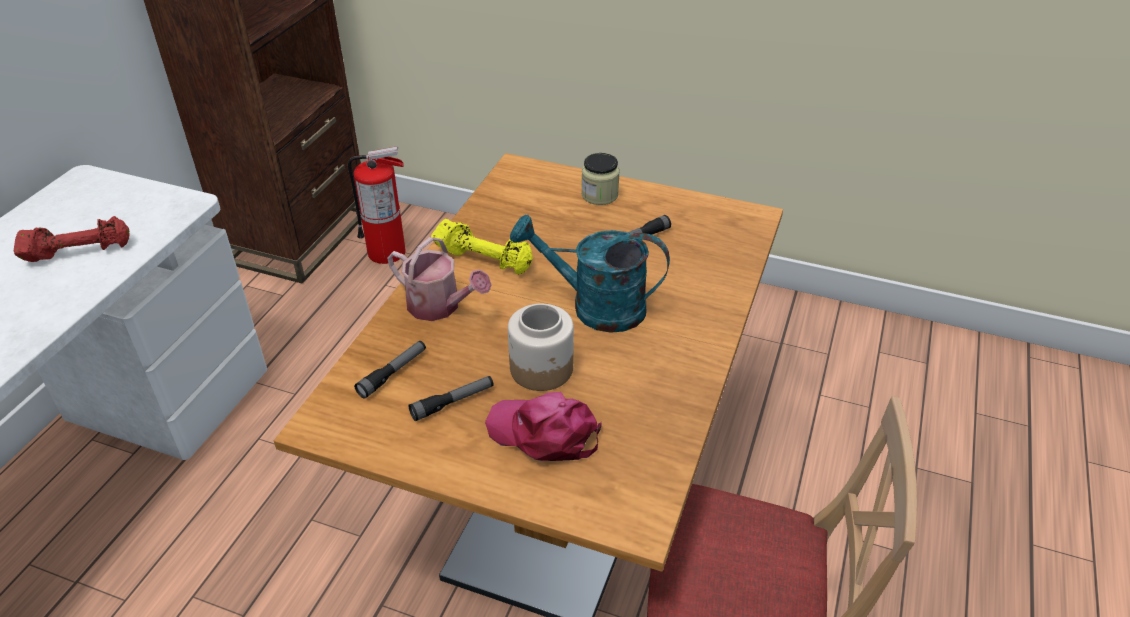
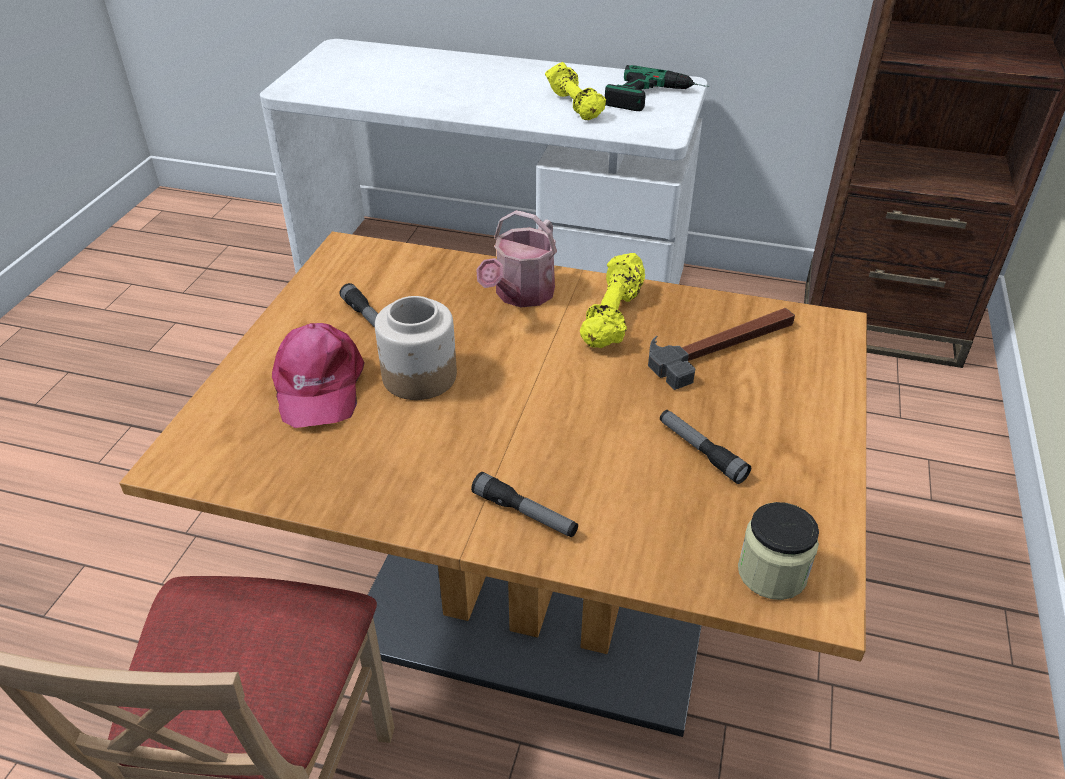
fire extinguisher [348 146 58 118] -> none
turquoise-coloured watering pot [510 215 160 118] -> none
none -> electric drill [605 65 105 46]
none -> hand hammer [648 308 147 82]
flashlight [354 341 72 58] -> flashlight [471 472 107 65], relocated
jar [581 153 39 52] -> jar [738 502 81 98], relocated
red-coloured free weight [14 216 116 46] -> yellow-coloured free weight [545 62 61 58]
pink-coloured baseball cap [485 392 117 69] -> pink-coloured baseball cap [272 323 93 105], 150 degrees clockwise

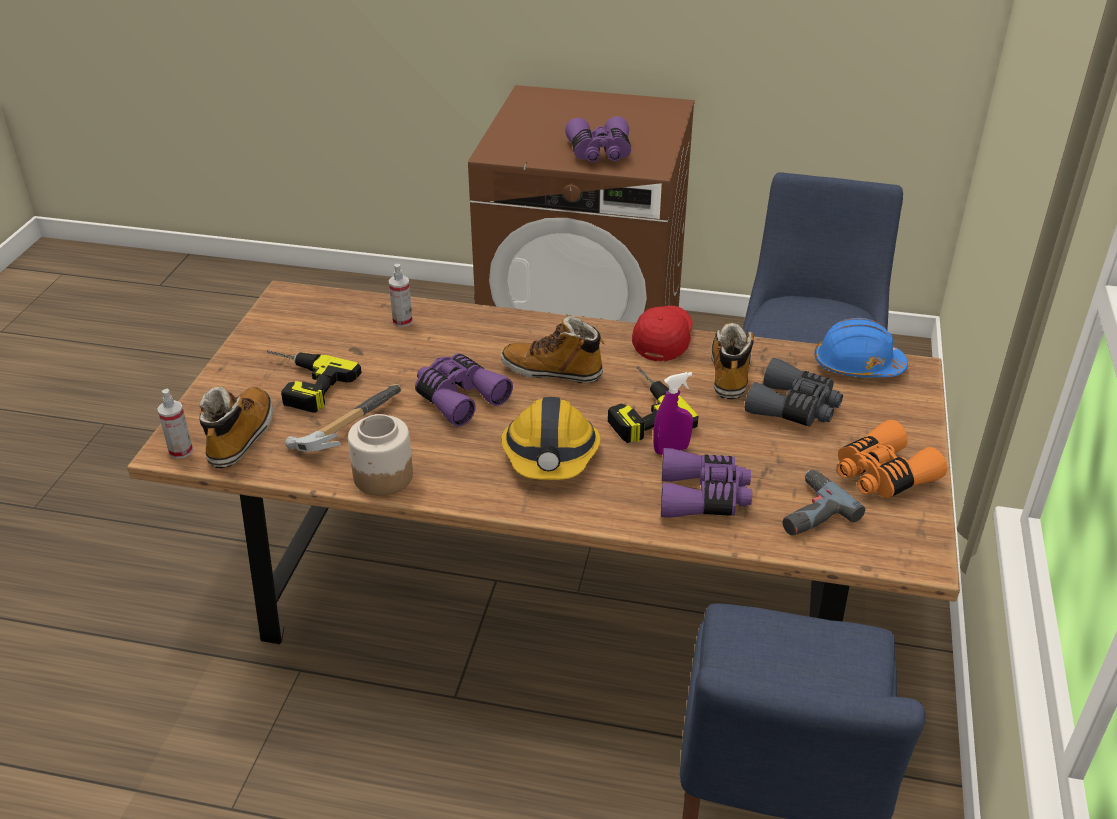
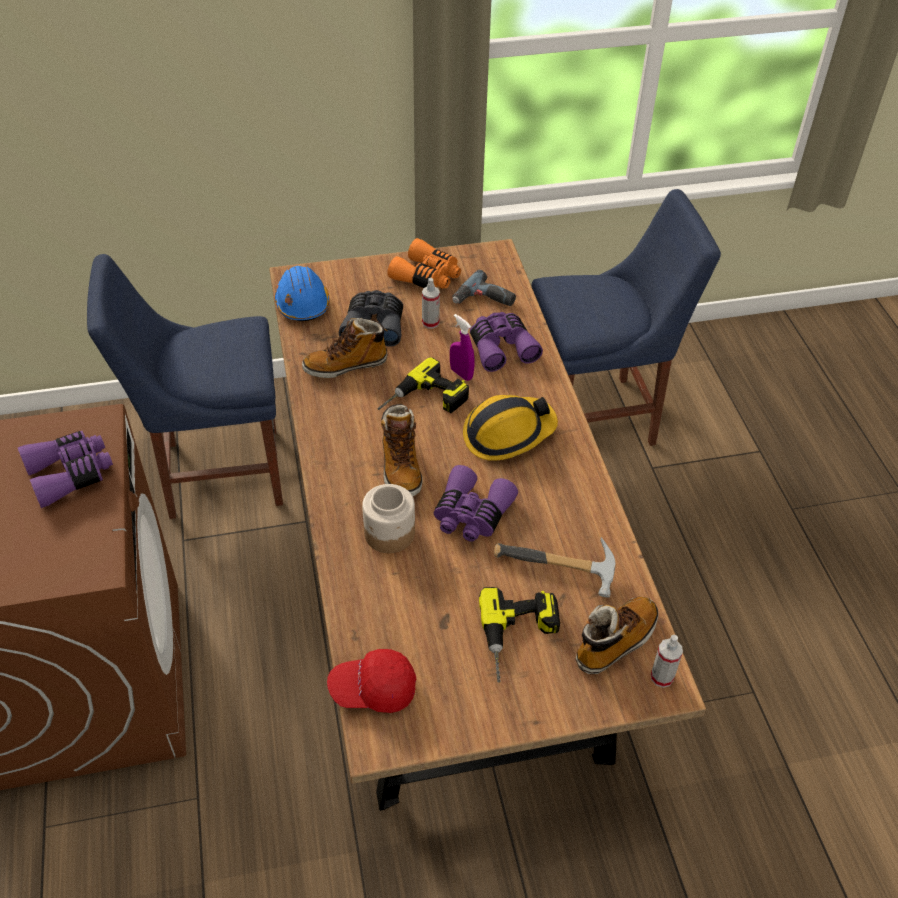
jar [348 414 65 82] -> jar [362 484 53 69], relocated
spray bottle [389 264 24 63] -> spray bottle [422 278 18 50], relocated
red-coloured baseball cap [632 305 61 57] -> red-coloured baseball cap [327 649 89 64], relocated
tall boot [199 386 74 82] -> tall boot [576 597 83 77], 150 degrees clockwise

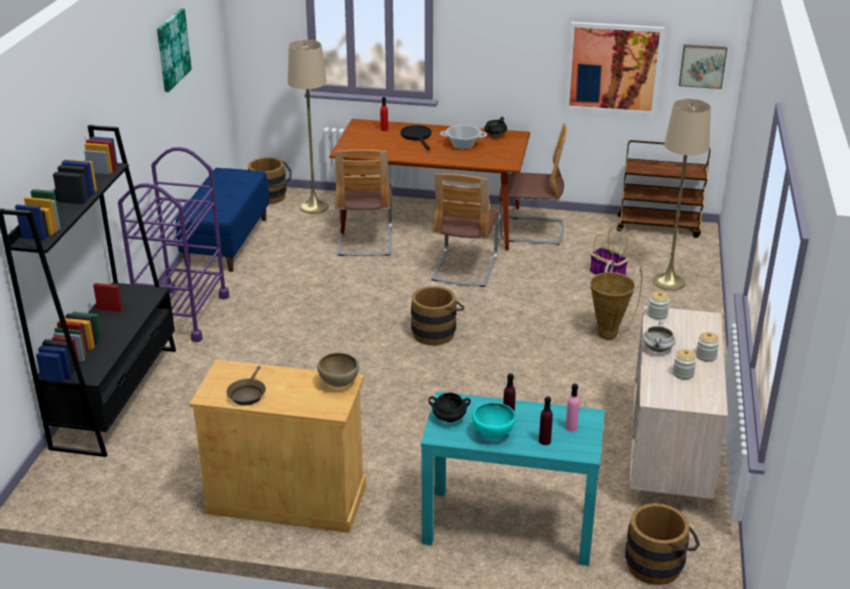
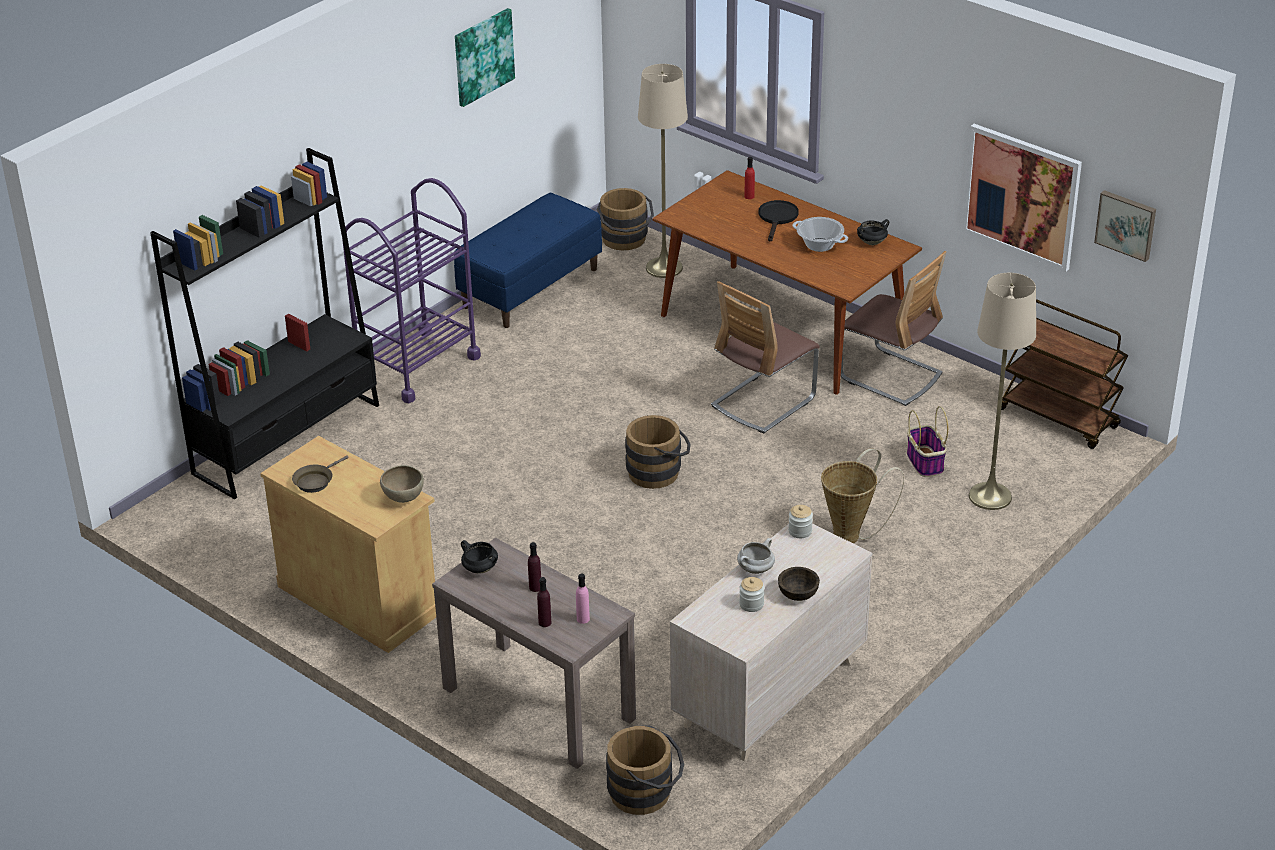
chair [335 150 57 106] -> none
turquoise-coloured bowl [472 403 44 36] -> none
jar [696 332 24 30] -> brownish bowl [778 567 42 34]
turquoise-coloured narrow table [421 391 184 175] -> brownish narrow table [432 538 204 231]

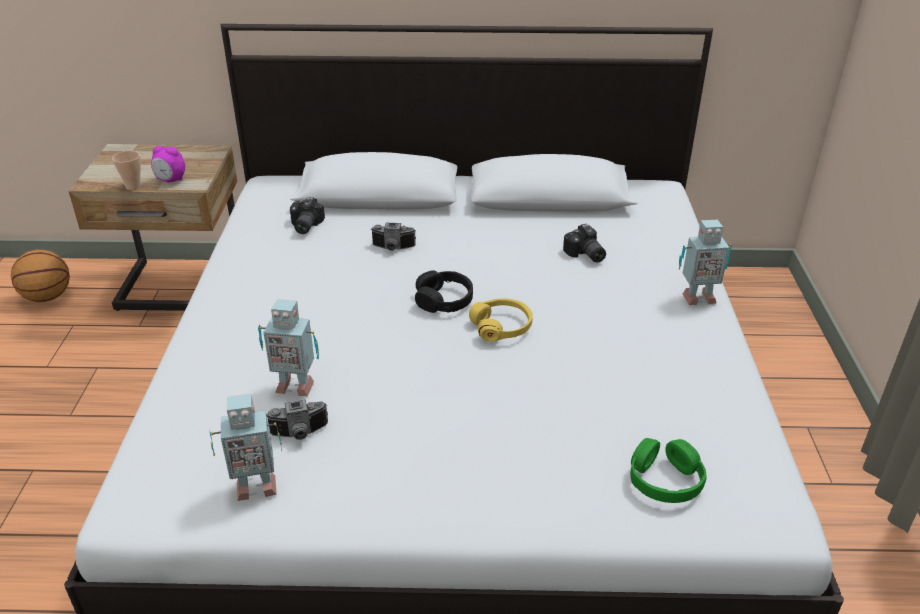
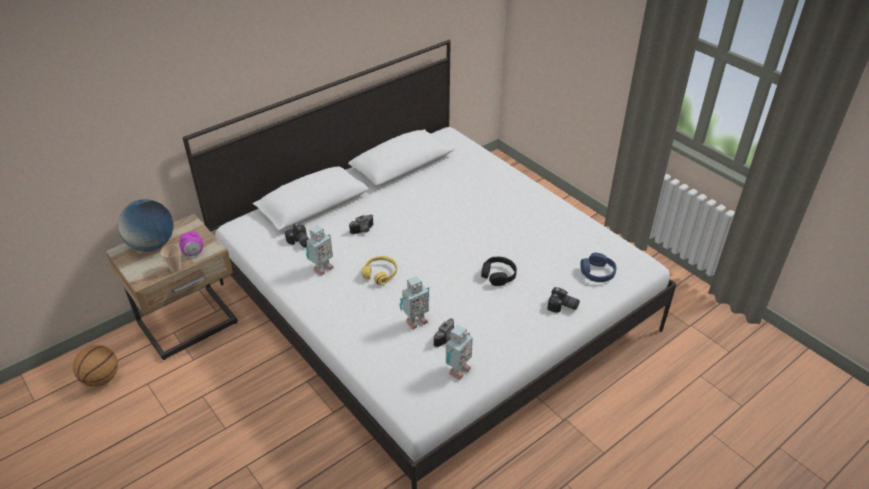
none -> world globe [118 199 56 52]
black-coloured headphones [415 270 58 43] -> black-coloured headphones [481 257 36 29], relocated
yellow-coloured headphones [469 298 64 44] -> yellow-coloured headphones [362 256 35 29], relocated
photo camera [563 224 43 39] -> photo camera [547 287 33 26], relocated
toy robot [679 220 53 85] -> toy robot [306 225 28 51], relocated
green headphones [630 438 77 65] -> blue headphones [580 253 36 29]

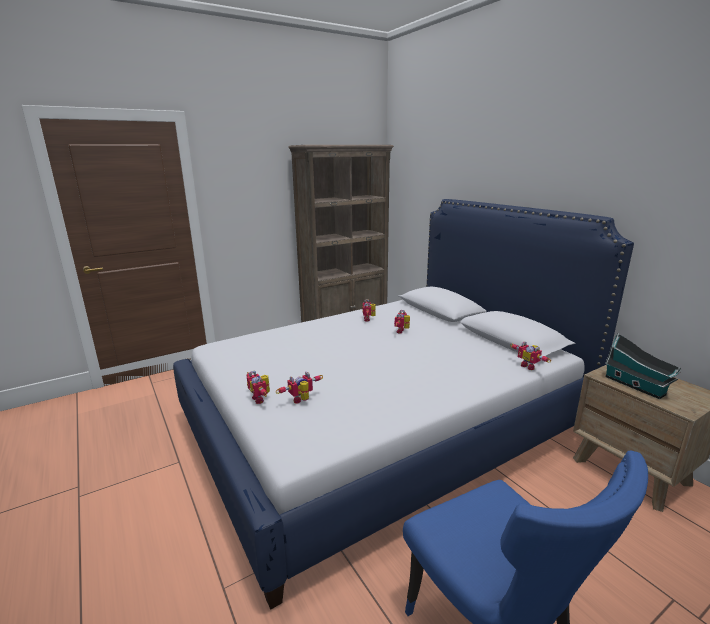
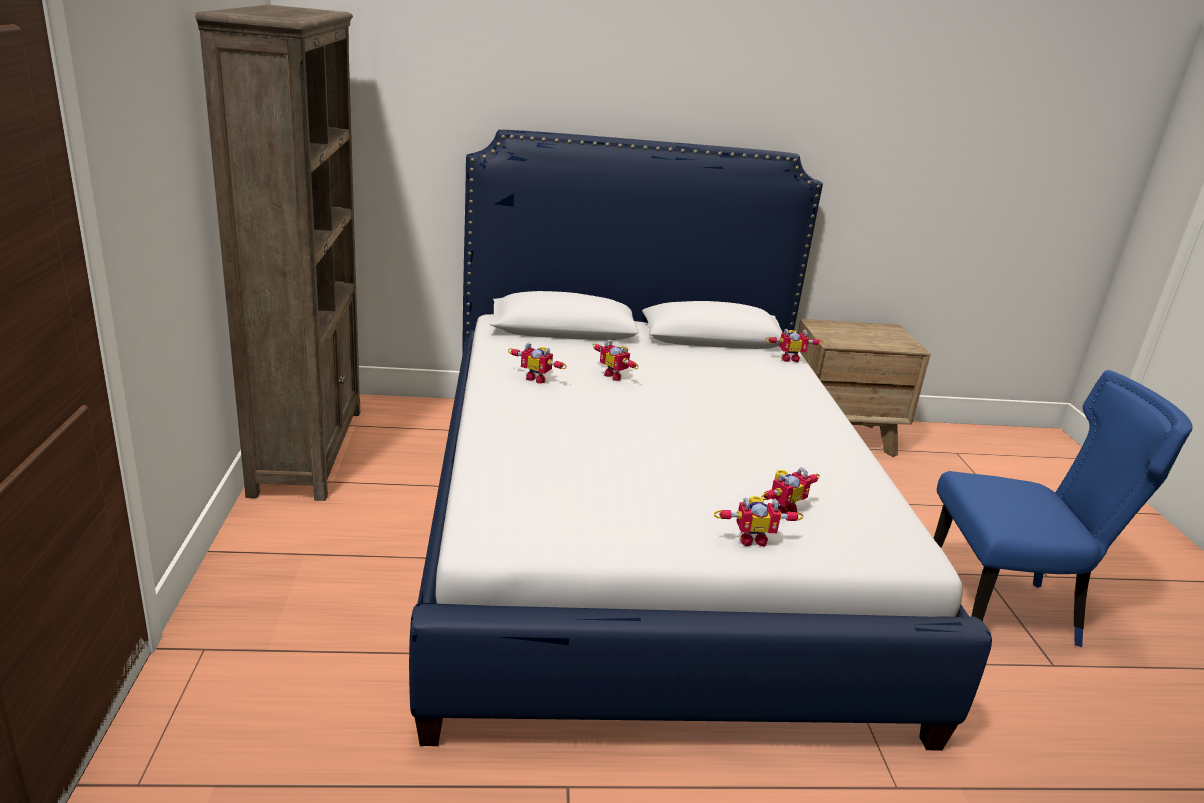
toy house [605 333 77 66] -> none
toy robot [276 372 47 31] -> toy robot [761 467 59 47], 120 degrees counterclockwise

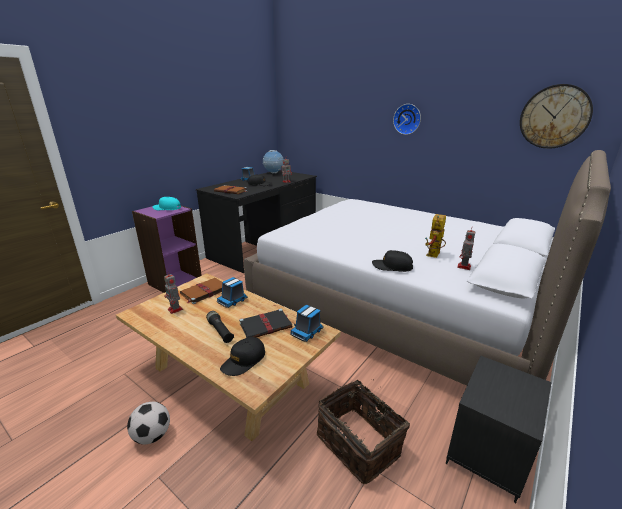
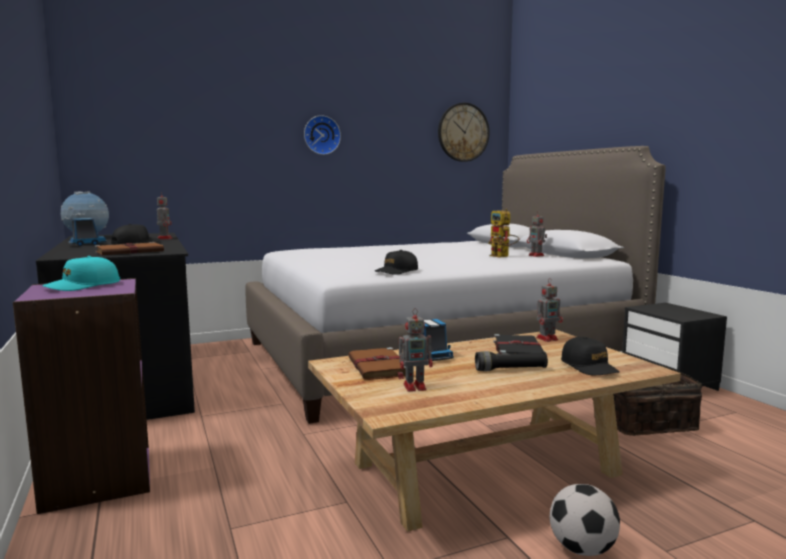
black-coloured baseball cap [372 250 41 22] -> black-coloured baseball cap [375 250 43 25], relocated
toy truck [290 305 34 37] -> toy robot [536 278 27 64]

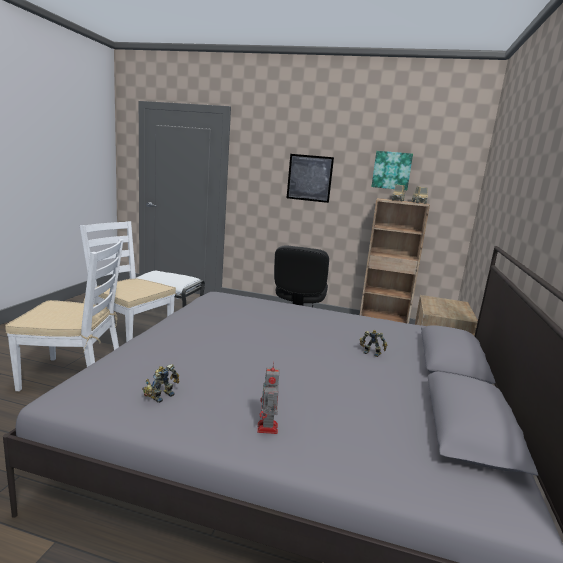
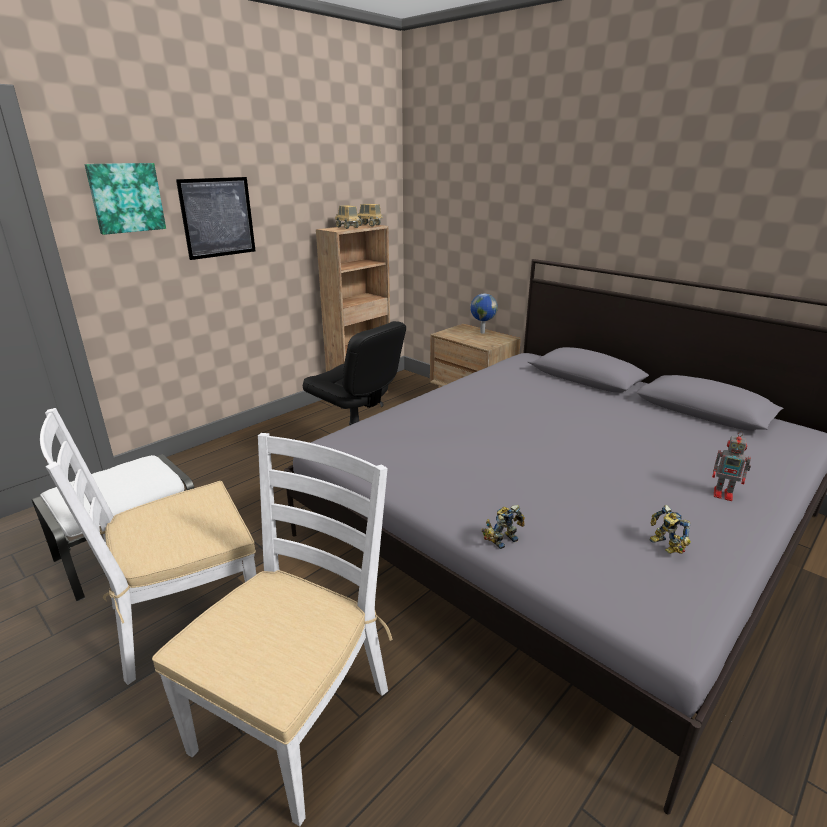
none -> world globe [470 294 28 40]
toy robot [359 330 28 27] -> toy robot [482 505 43 44], relocated
wall art [371 151 42 39] -> wall art [85 163 81 72], relocated

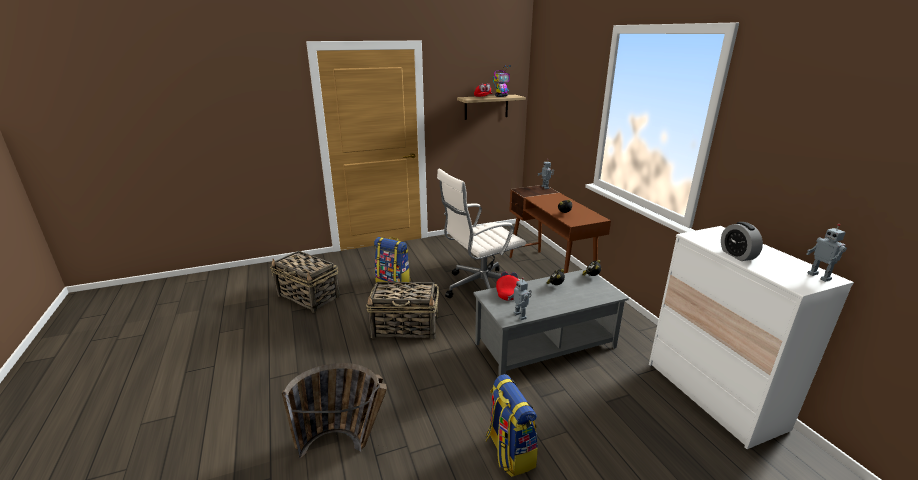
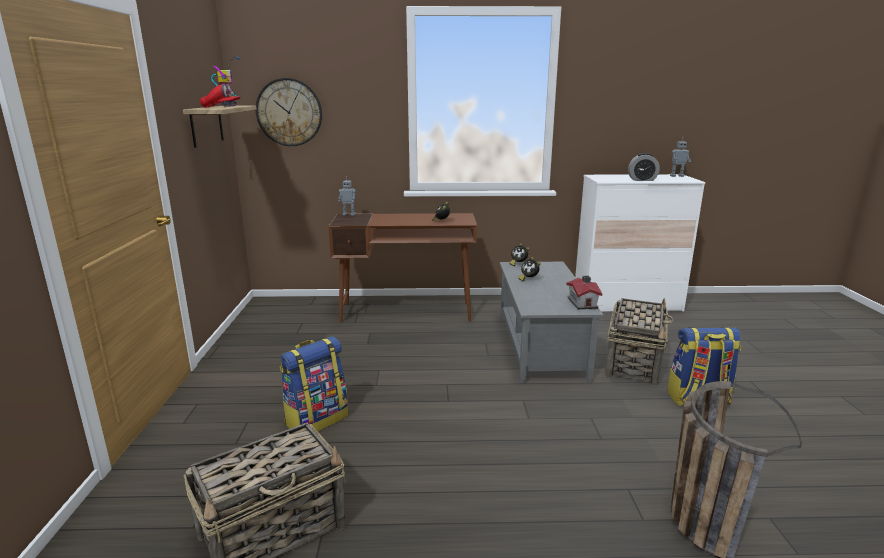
white-coloured computer chair [437 168 89 130] -> none
red-coloured baseball cap [496 272 24 29] -> none
none -> wall clock [256 78 66 68]
basket [366 282 73 58] -> basket [605 298 69 88], relocated
toy robot [507 277 25 43] -> toy house [566 276 36 33]

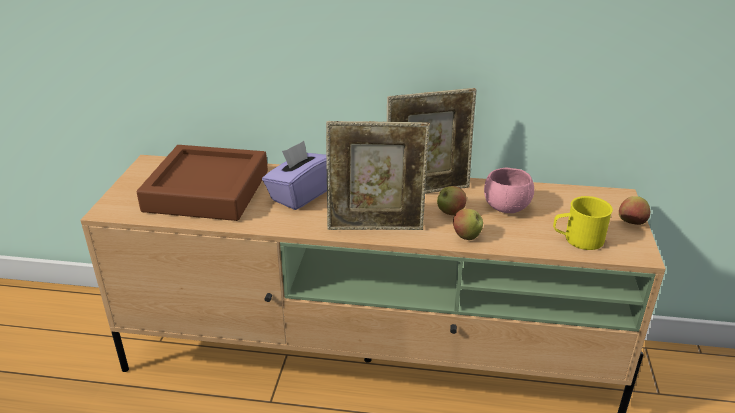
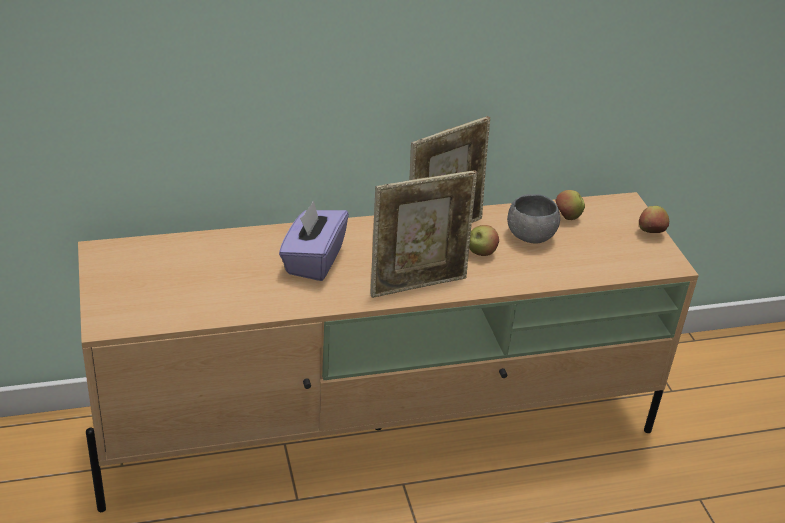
brownish carrying tray [137 145 131 76] -> none
yellow-coloured mug [553 196 60 54] -> none
whole apple [453 208 30 32] -> whole apple [555 190 30 30], relocated
pink-coloured bowl [484 168 50 45] -> greyish bowl [507 194 53 49]

